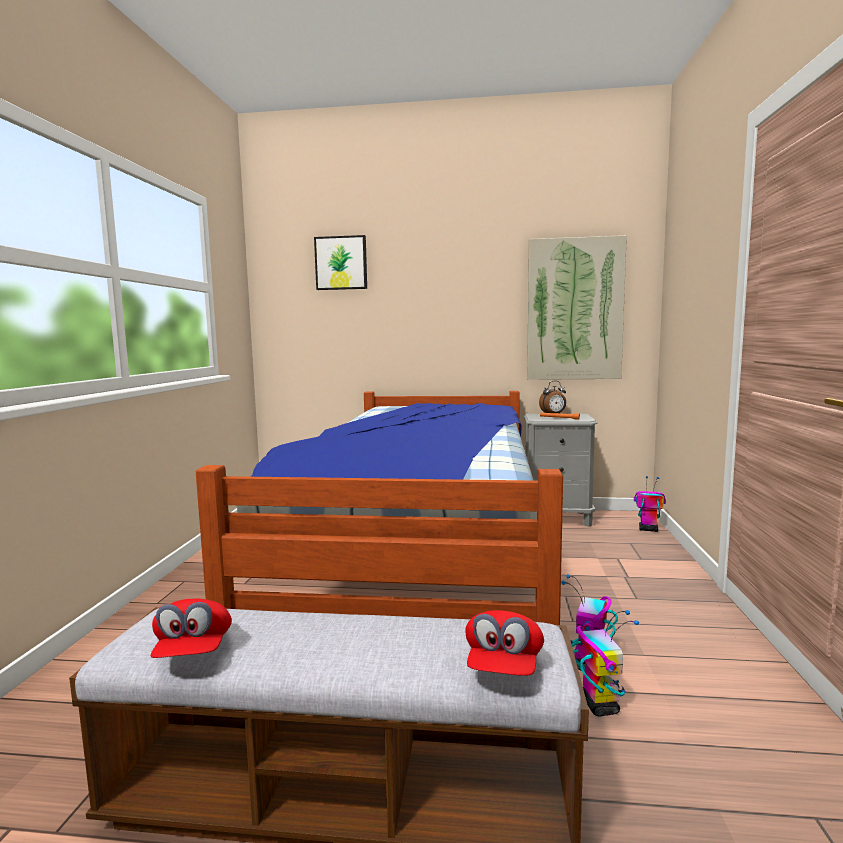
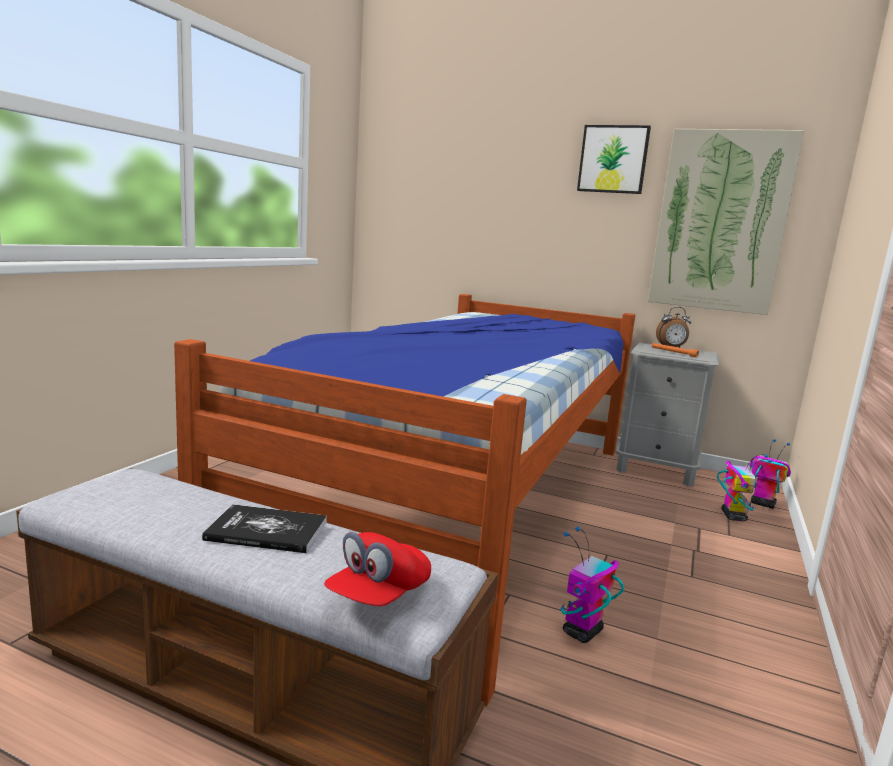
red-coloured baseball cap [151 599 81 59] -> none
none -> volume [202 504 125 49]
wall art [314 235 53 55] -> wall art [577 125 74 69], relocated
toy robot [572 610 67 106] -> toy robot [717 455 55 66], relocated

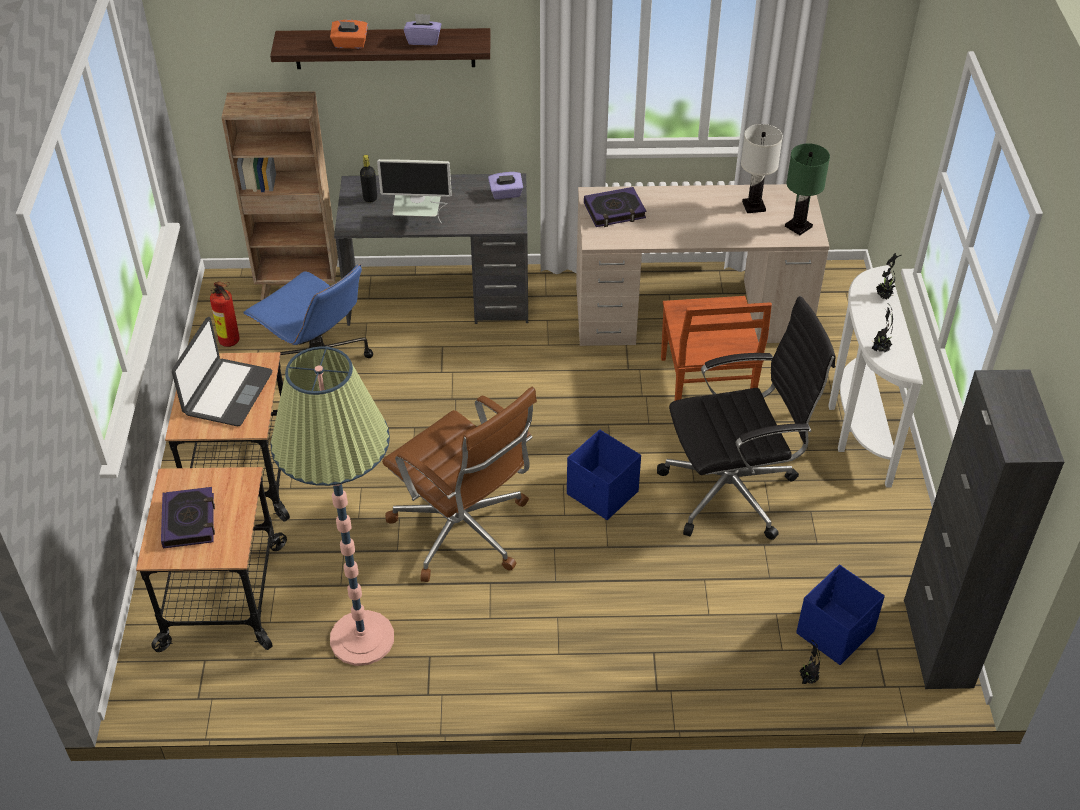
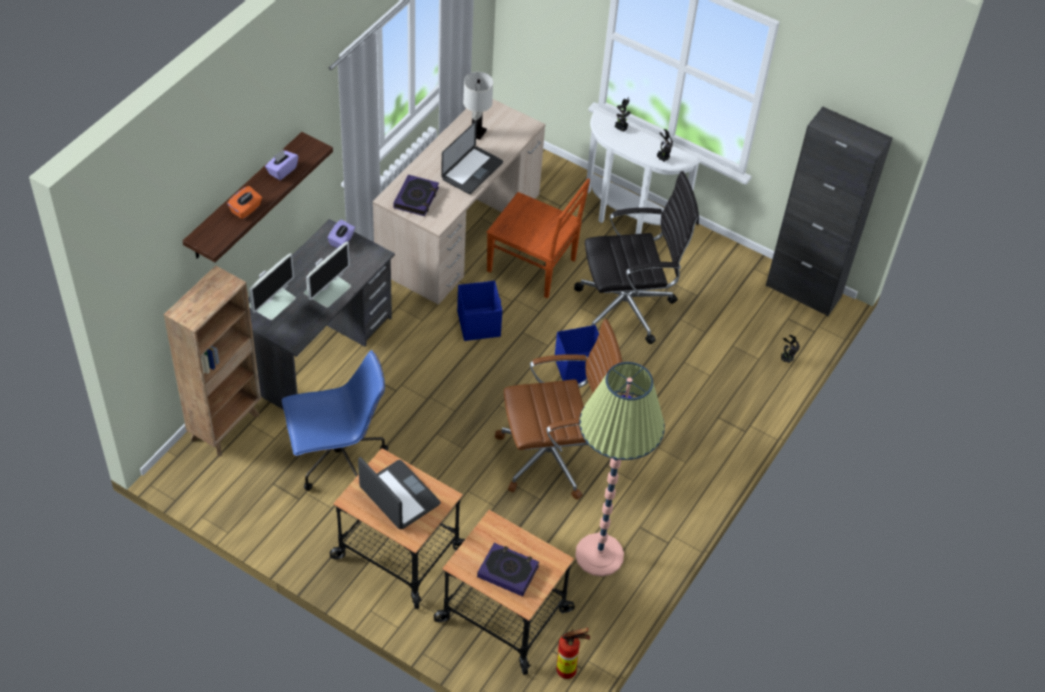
green lamp for a table [785 143 45 92] -> none
none -> notebook computer [441 121 62 73]
fire extinguisher [210 281 30 66] -> fire extinguisher [556 628 34 51], relocated
blue storage bin [796 565 89 100] -> blue storage bin [457 281 45 60], relocated
black-coloured drink bottle [360 155 17 48] -> computer screen [249 253 47 67]
black-coloured computer chair [657 296 179 244] -> black-coloured computer chair [574 171 125 173], 60 degrees clockwise

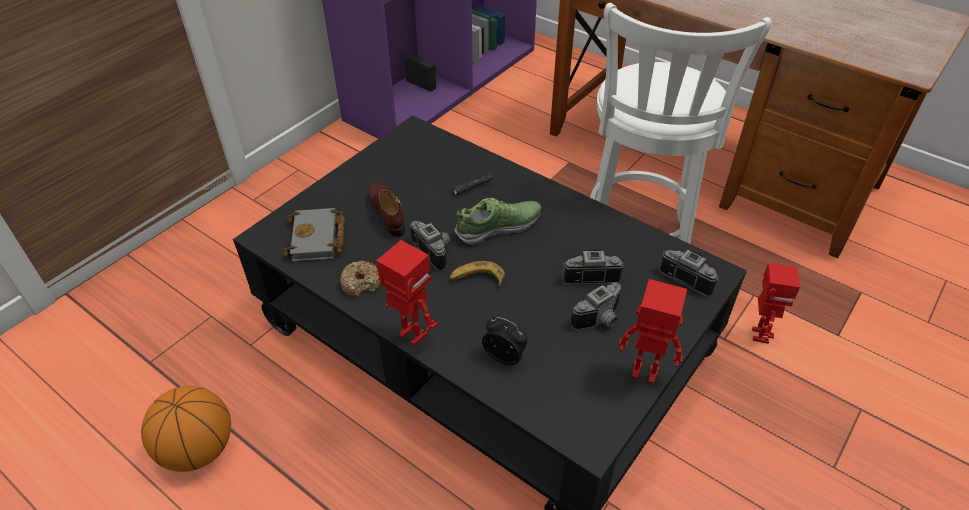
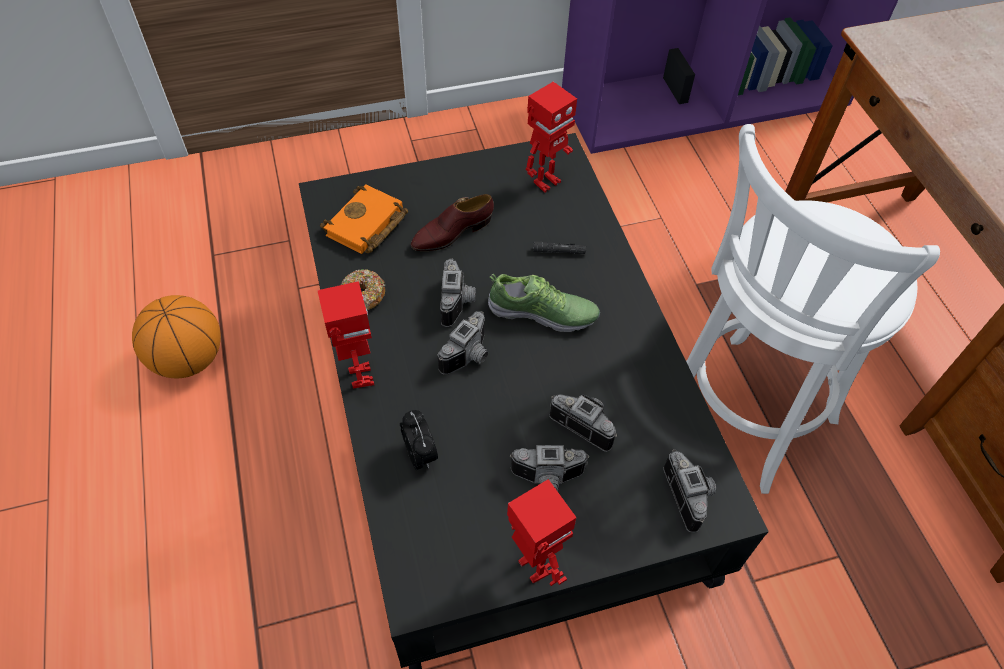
toy robot [752 263 48 81] -> toy robot [526 82 51 111], relocated
whole banana [450 261 55 25] -> photo camera [438 311 50 64]
greyish volume [283 208 62 53] -> orange volume [320 185 88 69]
brownish shoe [369 183 36 54] -> brownish shoe [410 194 84 57], 135 degrees counterclockwise

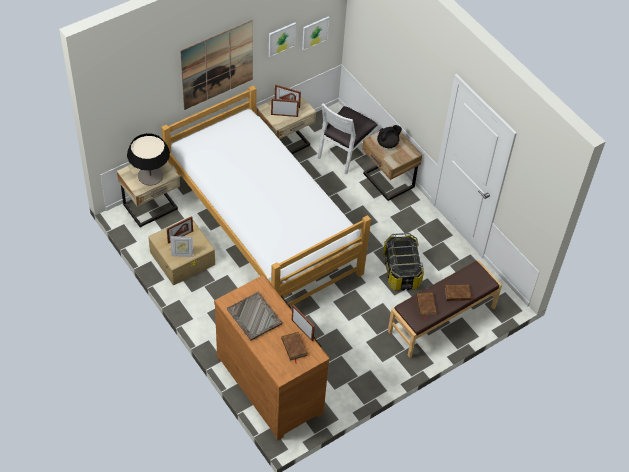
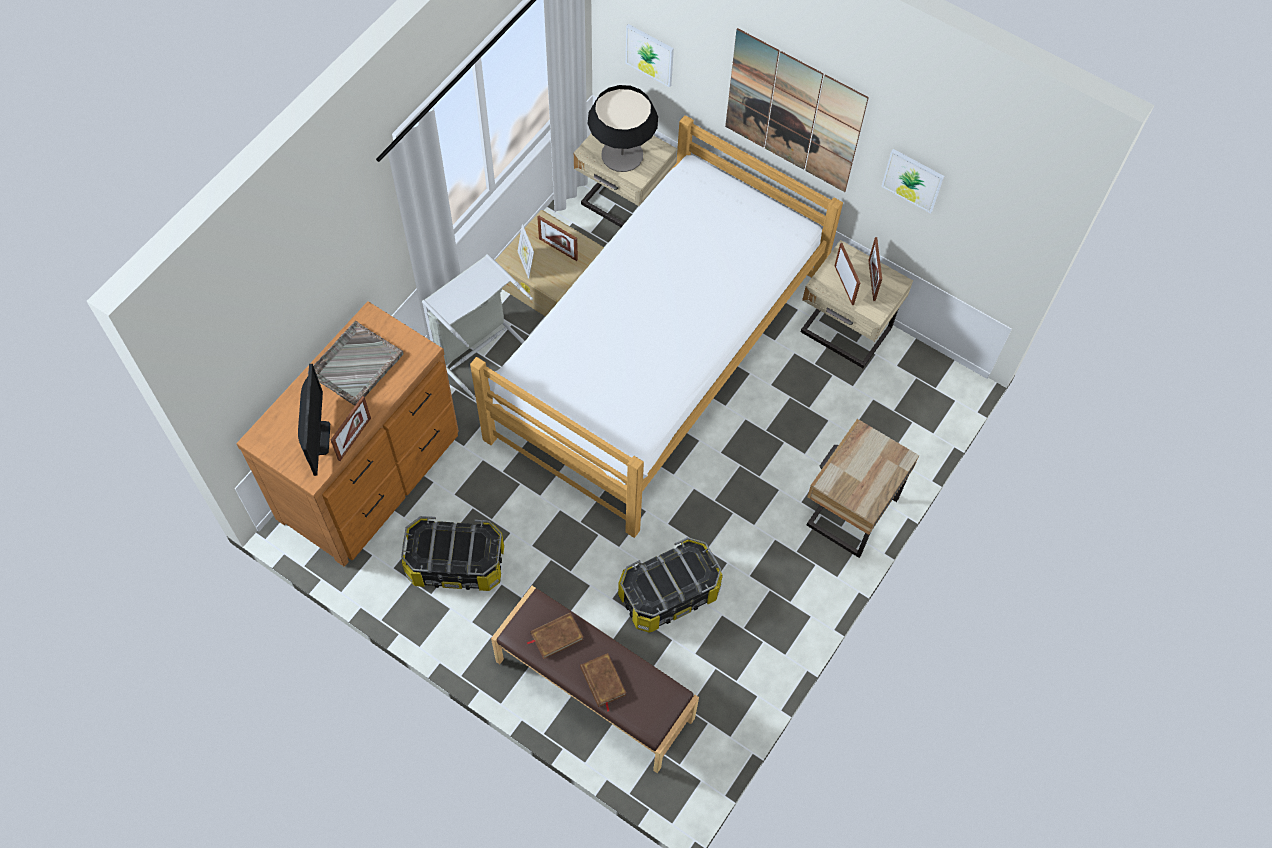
white-coloured chair [318 103 60 71] -> none
black-coloured pot for tea [377 125 25 23] -> none
none -> storage bin [401 516 103 75]
none -> greyish hamper [422 254 111 147]
wall art [302 16 28 35] -> wall art [626 24 48 63], relocated
brownish volume [281 332 26 32] -> computer screen [298 364 32 112]

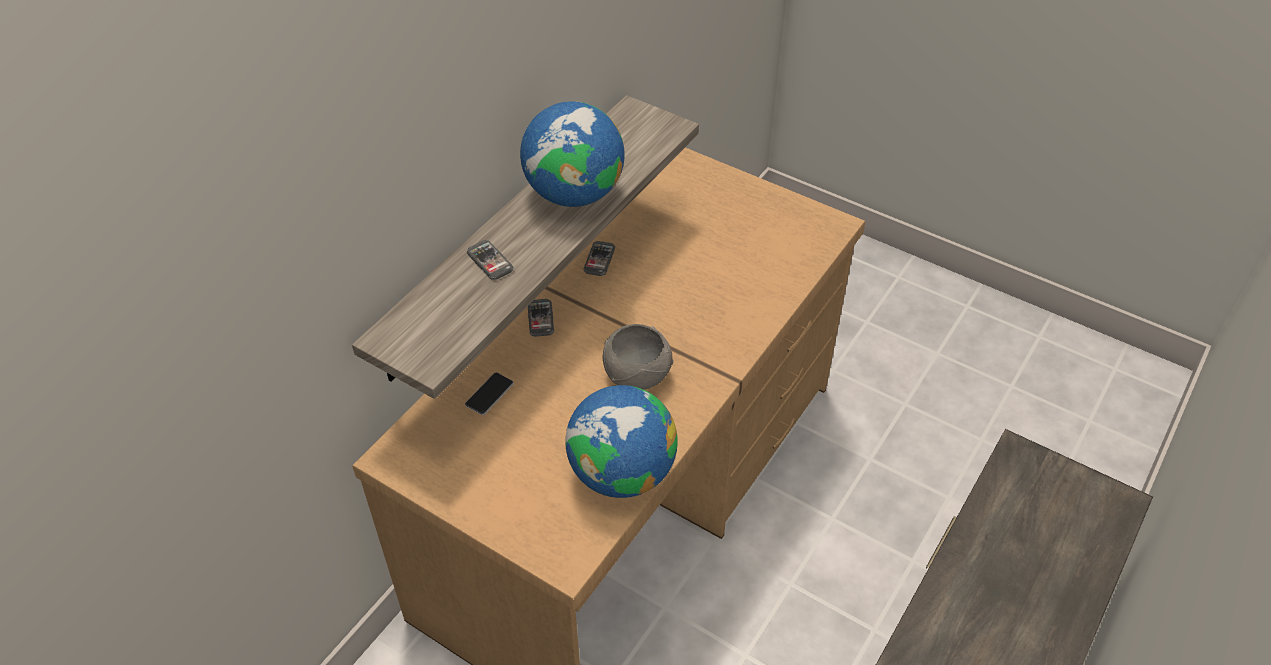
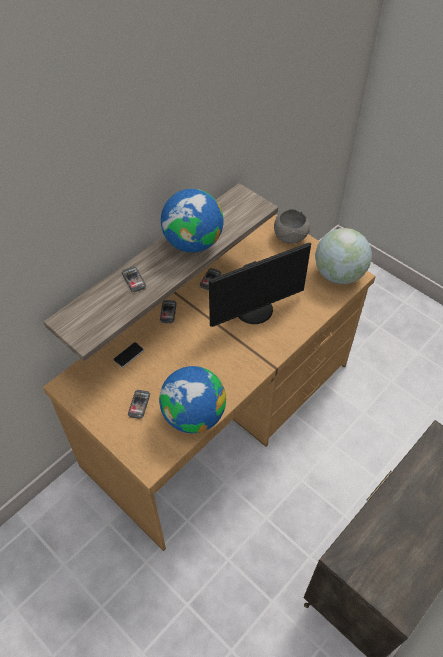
none -> handset [128 390 22 29]
none -> computer screen [209 243 102 84]
none -> world globe [315 228 57 56]
greyish bowl [603 324 71 66] -> greyish bowl [274 209 36 35], relocated

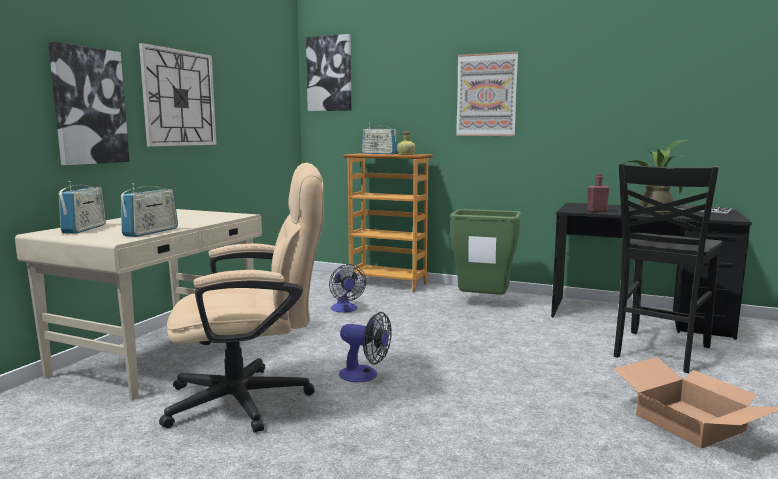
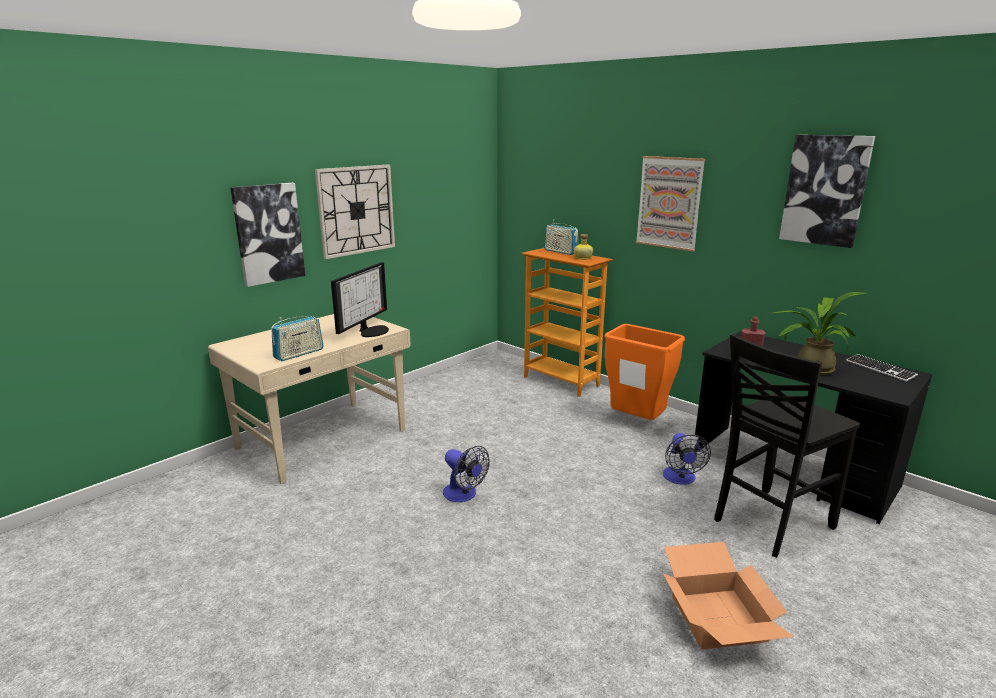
radio [59 181 47 53] -> none
beige-coloured computer chair [159 163 165 270] -> none
none -> computer screen [331 262 58 75]
wall art [306 34 45 77] -> wall art [779 135 96 113], relocated
fan [329 264 37 49] -> fan [663 433 48 52], relocated
green waste bin [450 209 72 86] -> orange waste bin [605 324 80 96]

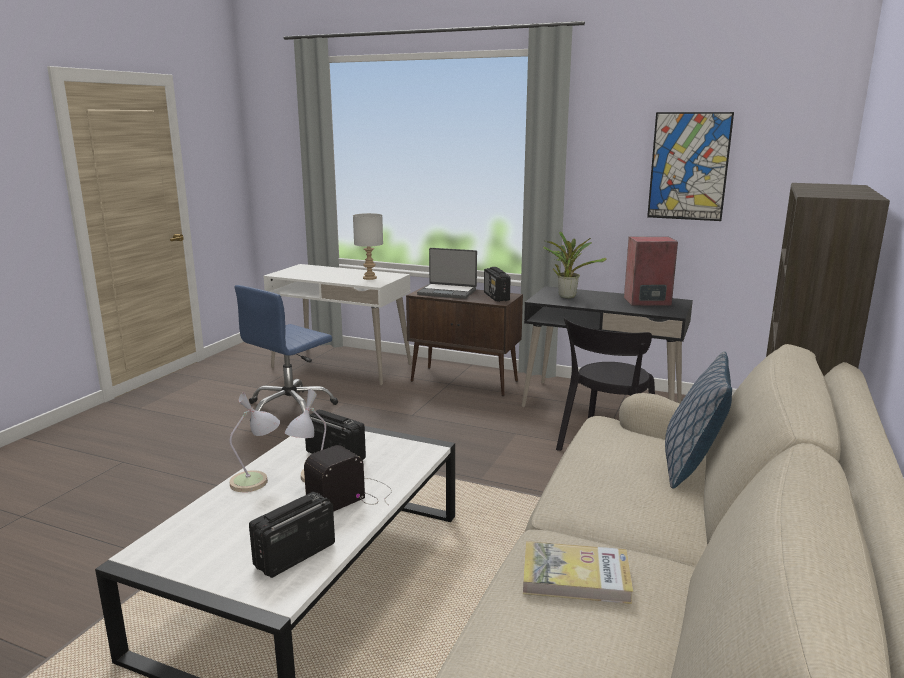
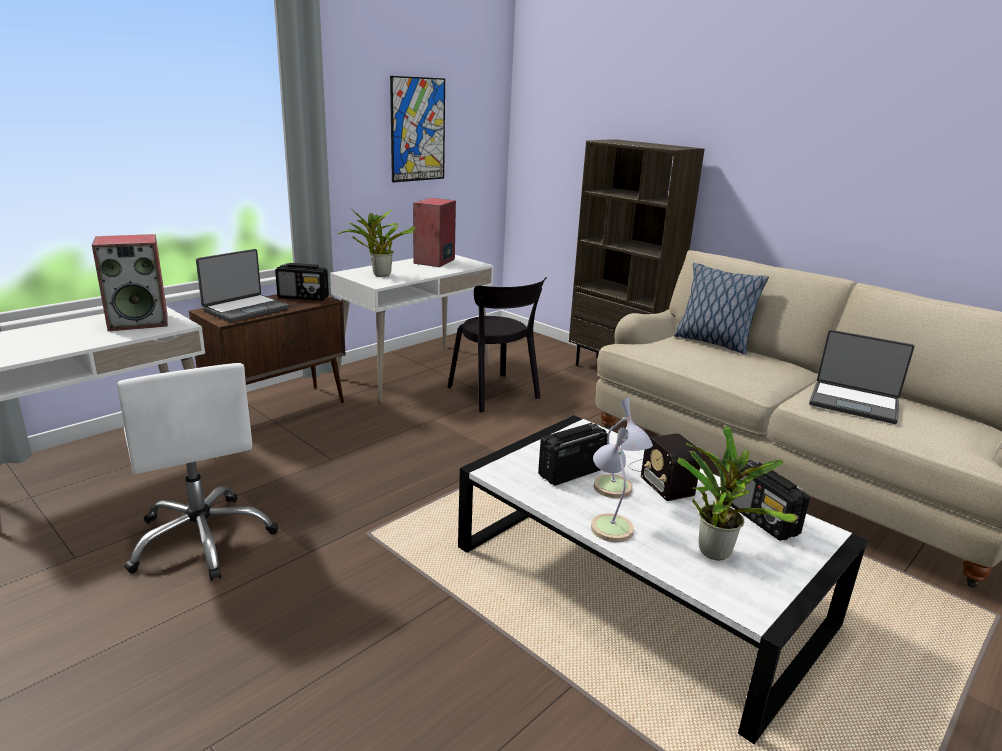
none -> plant in a pot [678 425 120 135]
greyish lamp for a table [353 213 30 67] -> loudspeaker [92 234 76 97]
volume [523 541 110 63] -> notebook computer [809 330 105 94]
blue computer chair [235 285 103 135] -> white-coloured computer chair [117 363 161 218]
black-coloured desk table [522 286 171 121] -> white-coloured desk table [330 255 164 147]

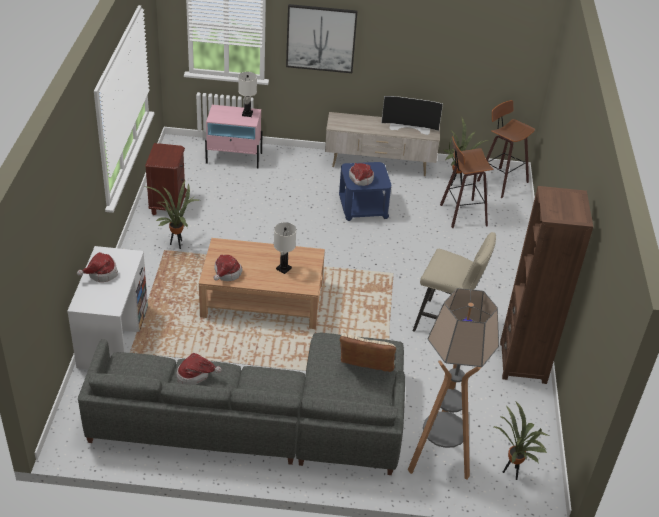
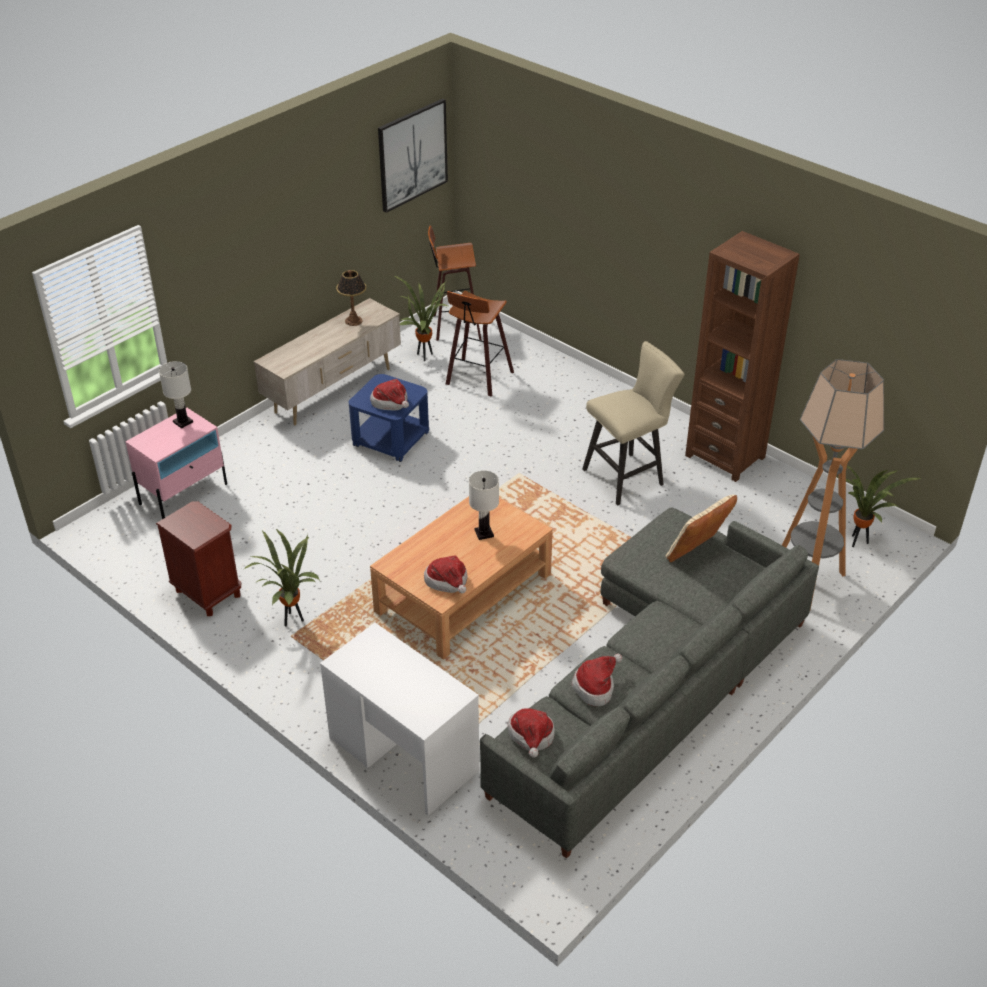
hat [77 252 41 30] -> hat [508 708 47 50], relocated
wall art [286 4 71 69] -> wall art [378 99 70 114], relocated
TV set [381 96 62 39] -> lamp for a table [336 270 30 56]

